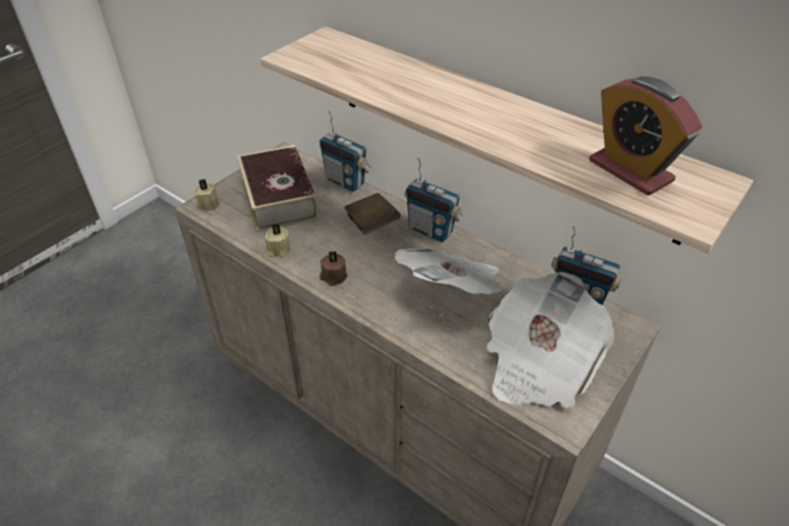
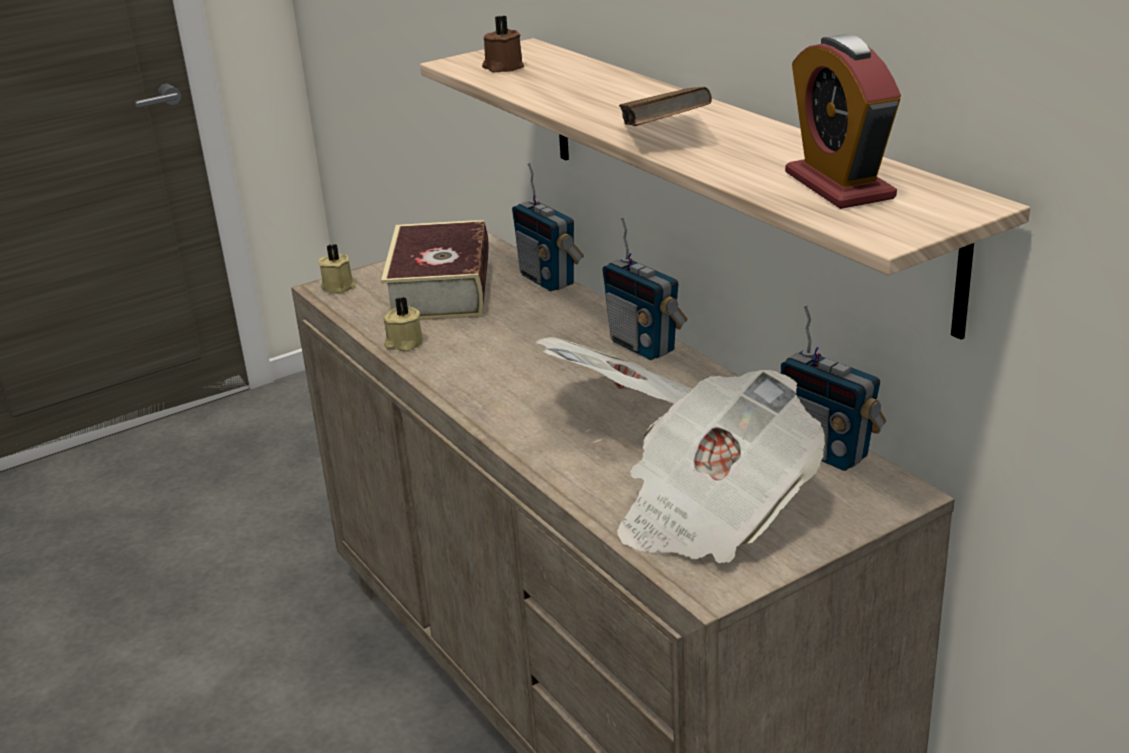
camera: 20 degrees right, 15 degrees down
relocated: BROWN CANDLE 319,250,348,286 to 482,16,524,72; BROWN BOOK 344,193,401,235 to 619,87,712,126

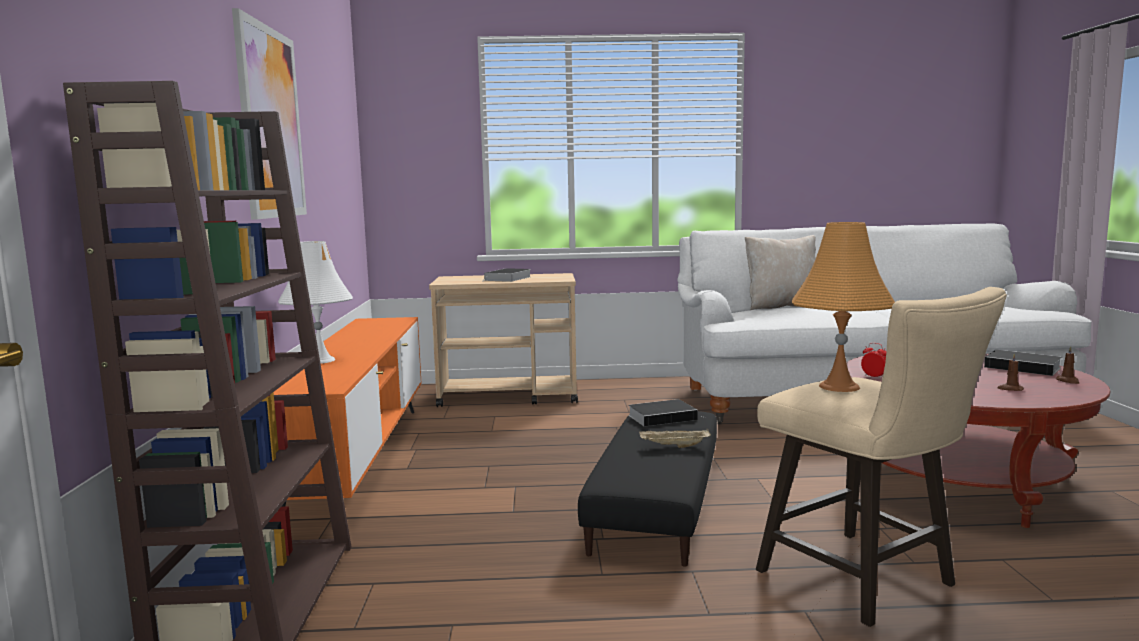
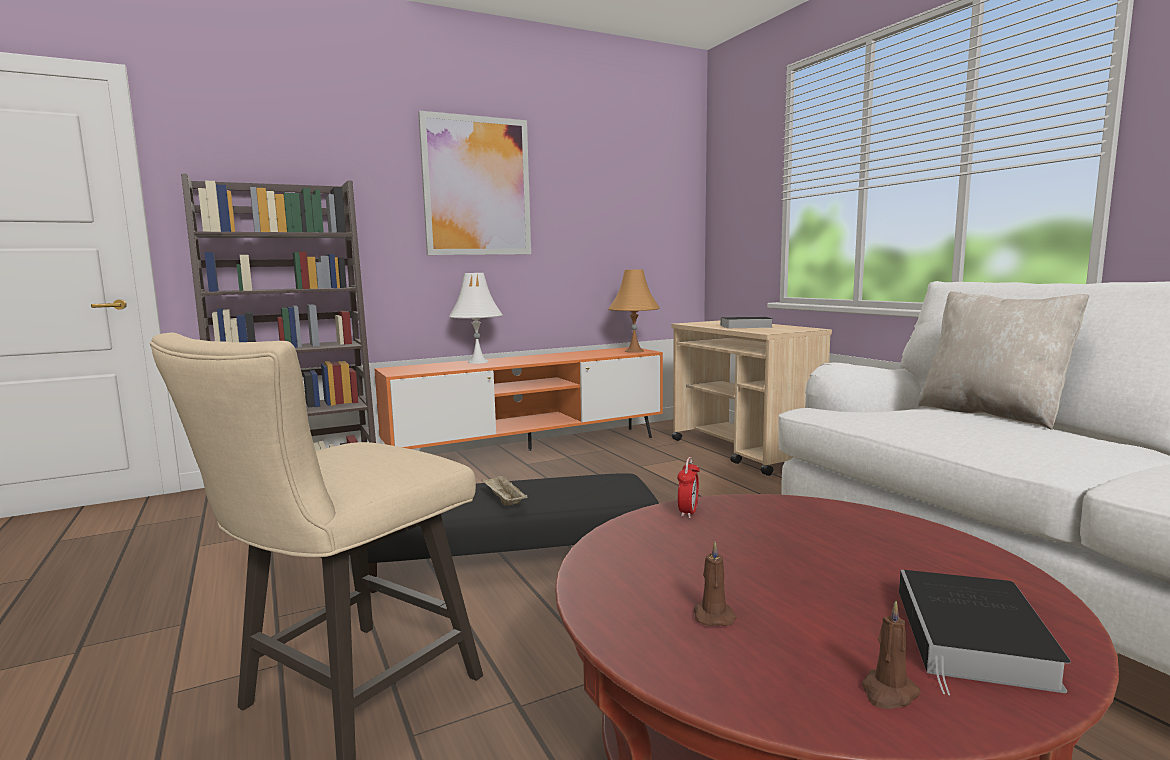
camera: 65 degrees right, 0 degrees up
missing: BOOK 628,399,705,427
relocated: ORANGE TABLE LAMP 792,222,895,392 to 608,269,660,353

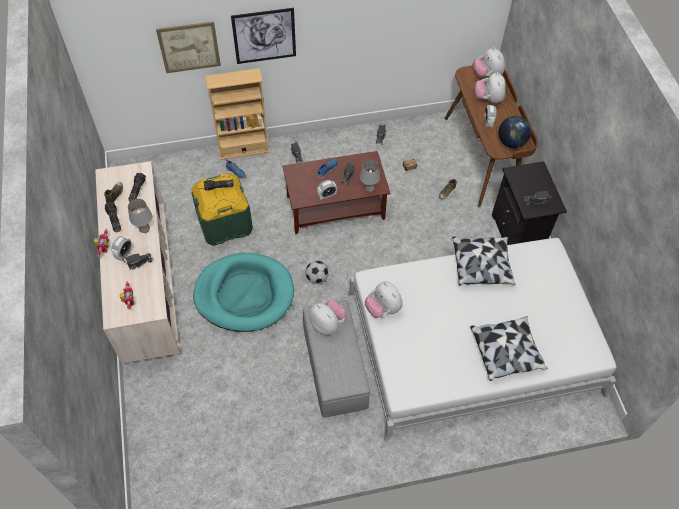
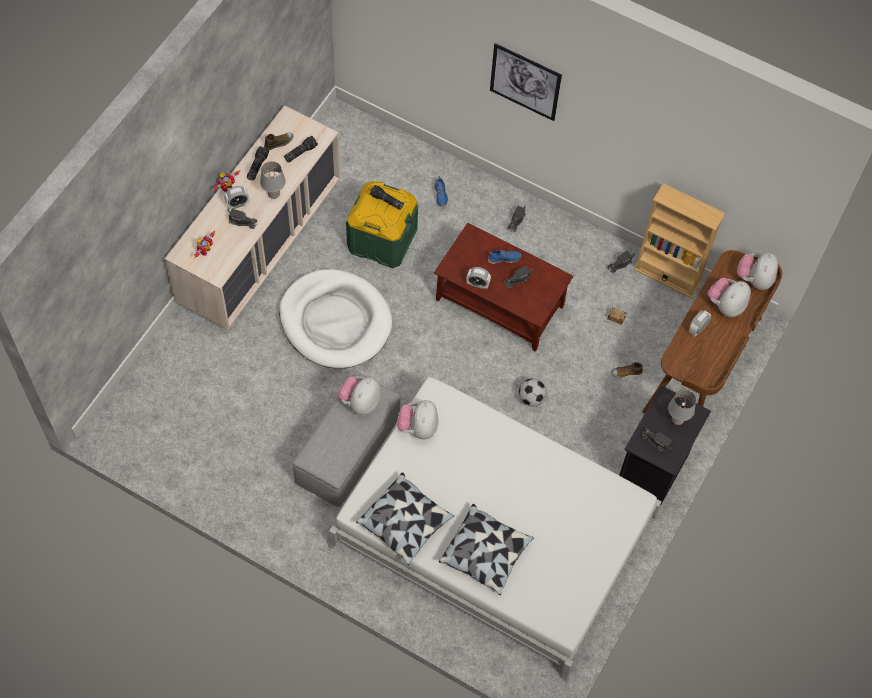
camera: 40 degrees right, 5 degrees up
missing: PICTURE 156,21,221,73; WORLD GLOBE 499,116,531,148
relocated: BEIGE BOOKSHELF 205,68,269,160 to 634,183,725,298; FOOTBALL BALL 306,261,329,284 to 519,378,547,407; GREY TABLE LAMP 360,160,380,192 to 668,390,696,425; PILLOW 452,236,515,286 to 356,472,454,565
colour: TURQUOISE PET BED 193,253,294,332 to WHITE-COLOURED PET BED 279,269,392,369
spun: PLUSH TOY 309,299,347,335 = 338,376,381,415 150 degrees counterclockwise

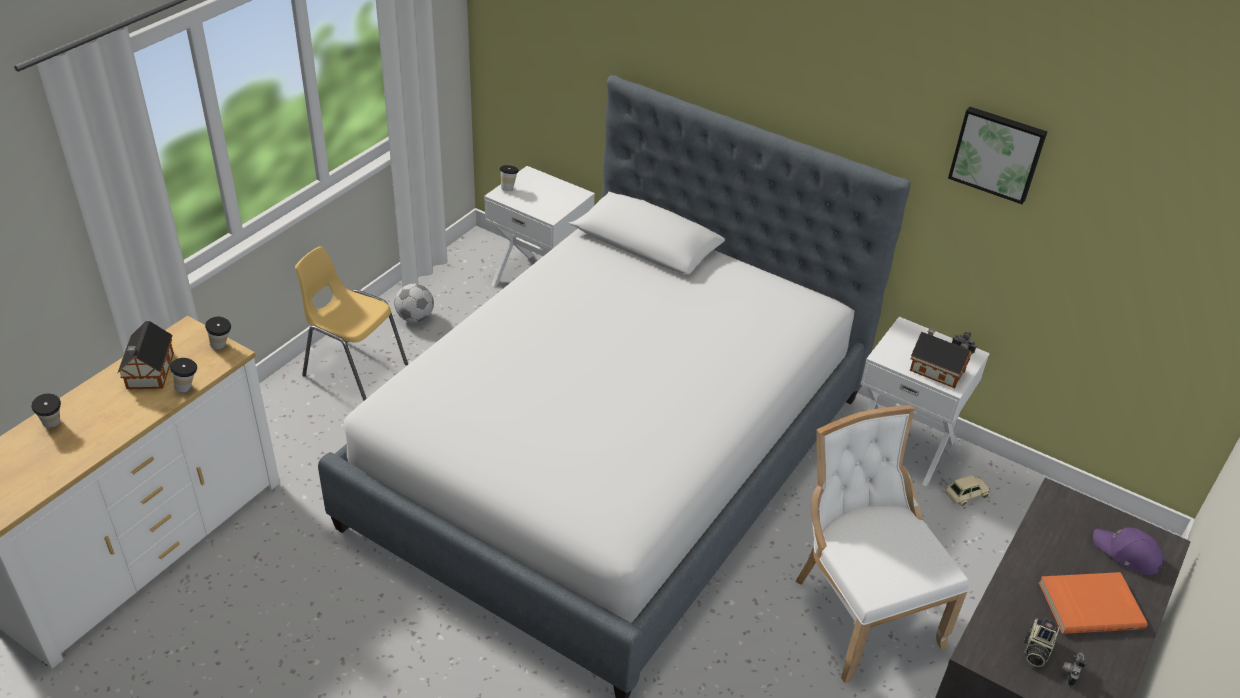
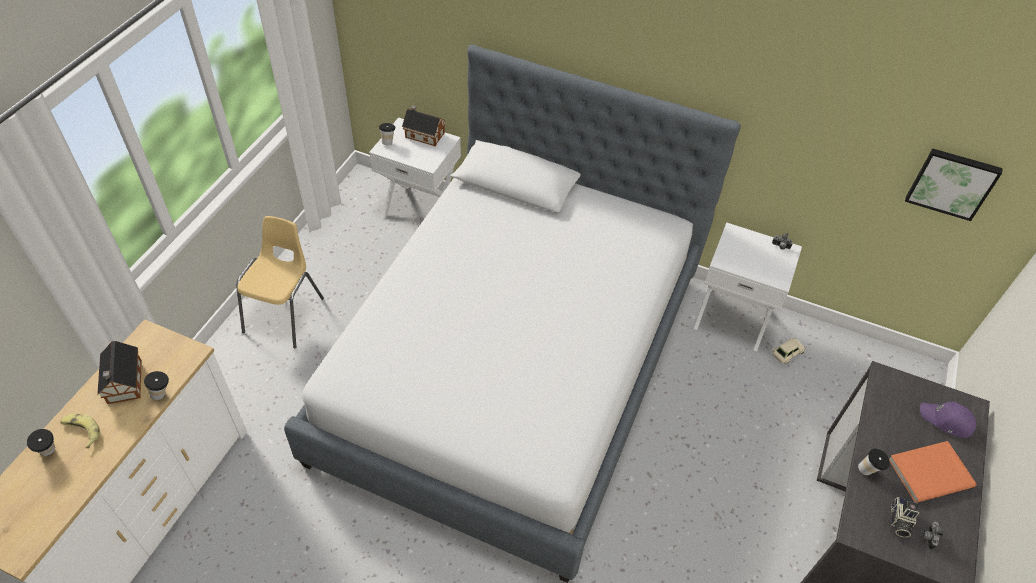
camera: 10 degrees left, 10 degrees up
missing: FOOTBALL BALL 394,284,434,323; WHITE-COLOURED CHAIR 795,405,969,683
appeared: BANANA 60,414,100,448
relocated: CUP 205,317,231,349 to 858,449,890,475; TOY HOUSE 910,328,972,388 to 402,105,446,146; PICTURE 948,107,1047,204 to 905,148,1003,221
spun: YELLOWISH CHAIR 295,246,408,401 = 236,216,324,348 90 degrees clockwise

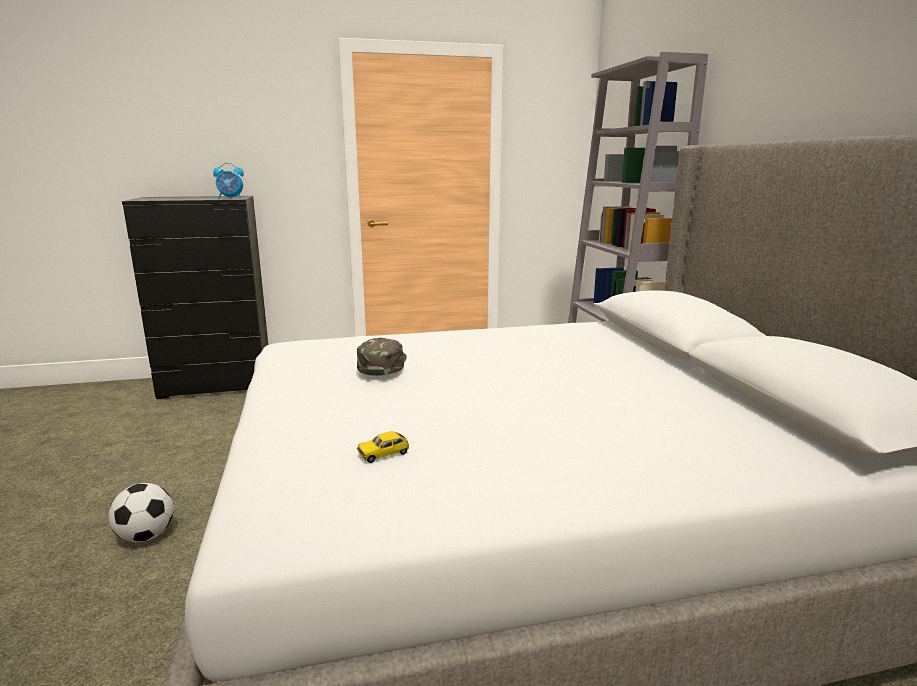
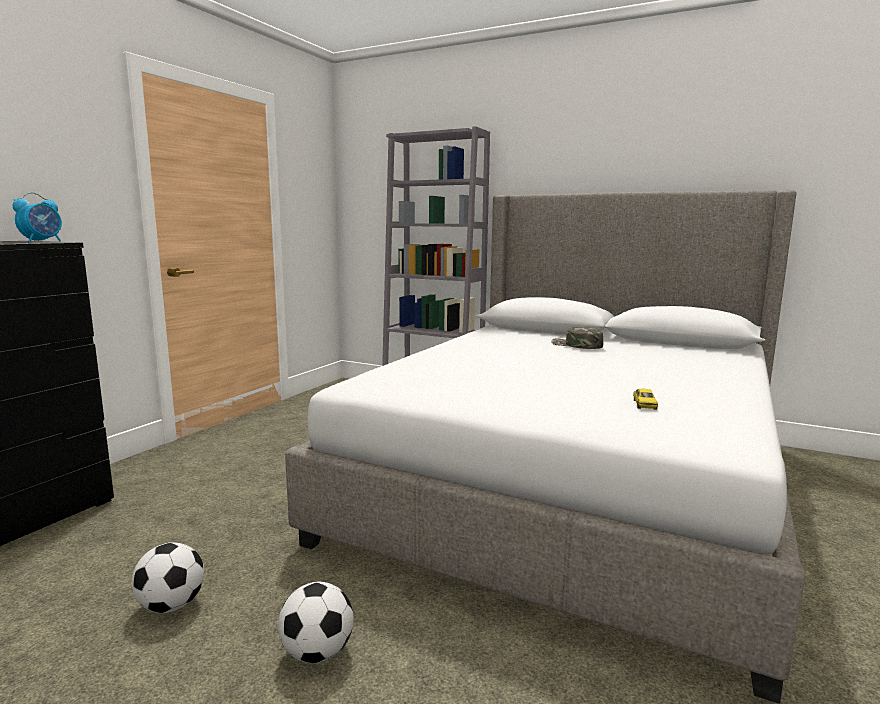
camera: 50 degrees left, 5 degrees down
appeared: FOOTBALL BALL 132,542,204,613
relocated: GREEN-COLOURED BASEBALL CAP 357,338,407,376 to 551,327,603,349

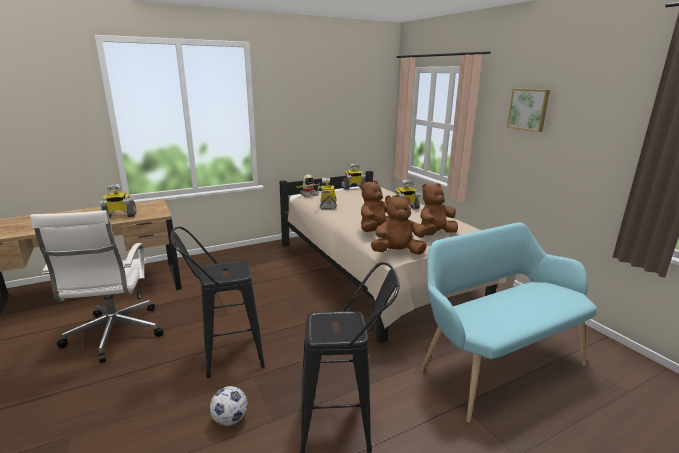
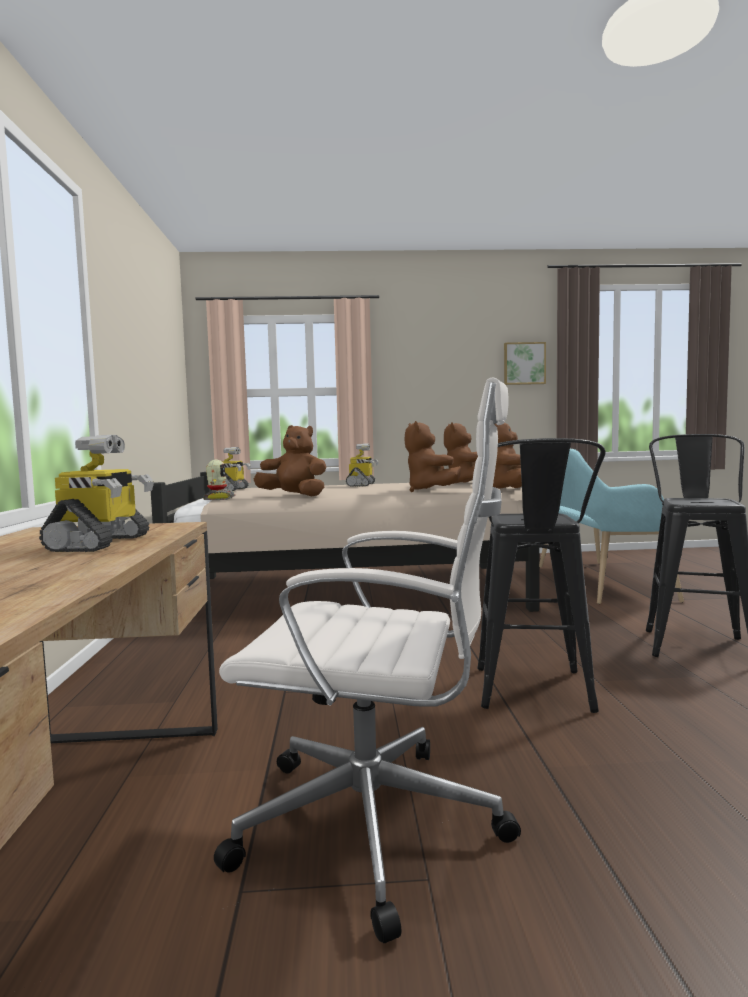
camera: 65 degrees left, 15 degrees down
missing: FOOTBALL BALL 210,386,248,426
relocated: PICTURE 507,89,550,132 to 504,342,546,385
exchanged: TOY ROBOT 317,178,337,210 to BROWN PLUSH TOY 254,425,326,497

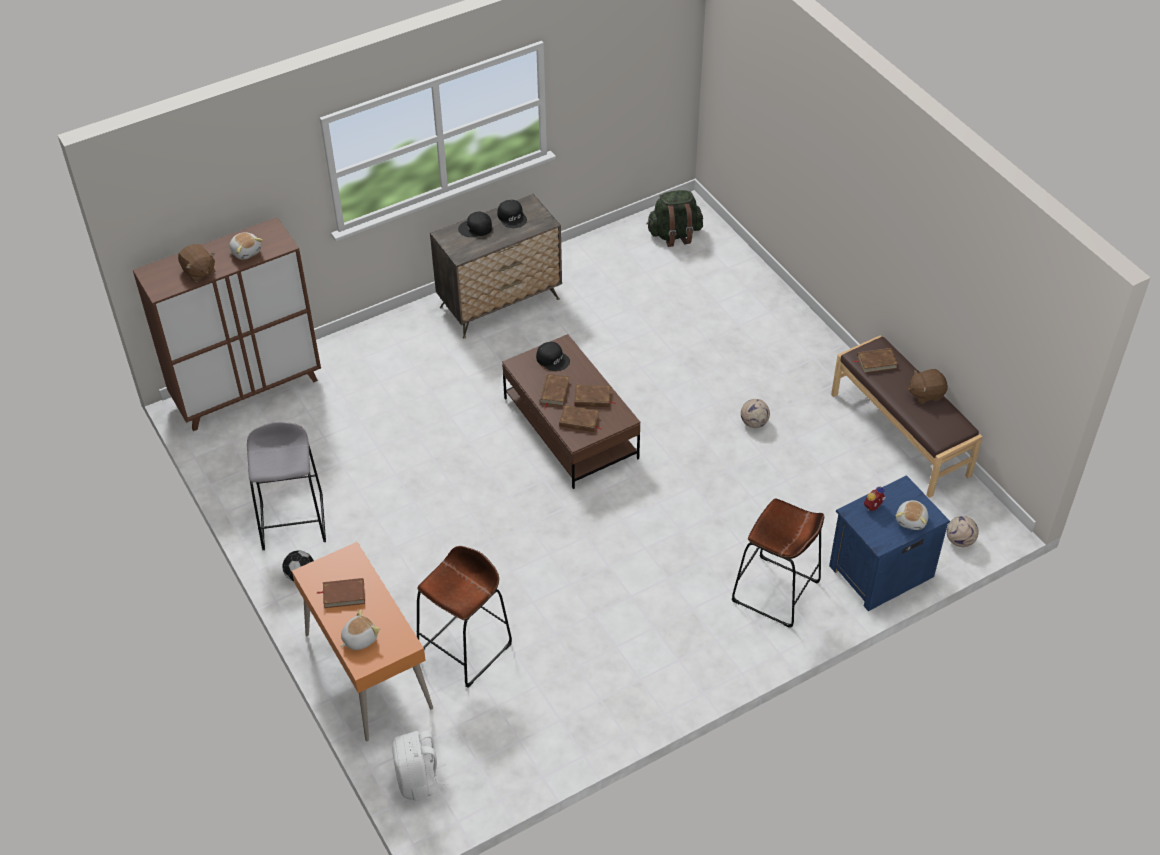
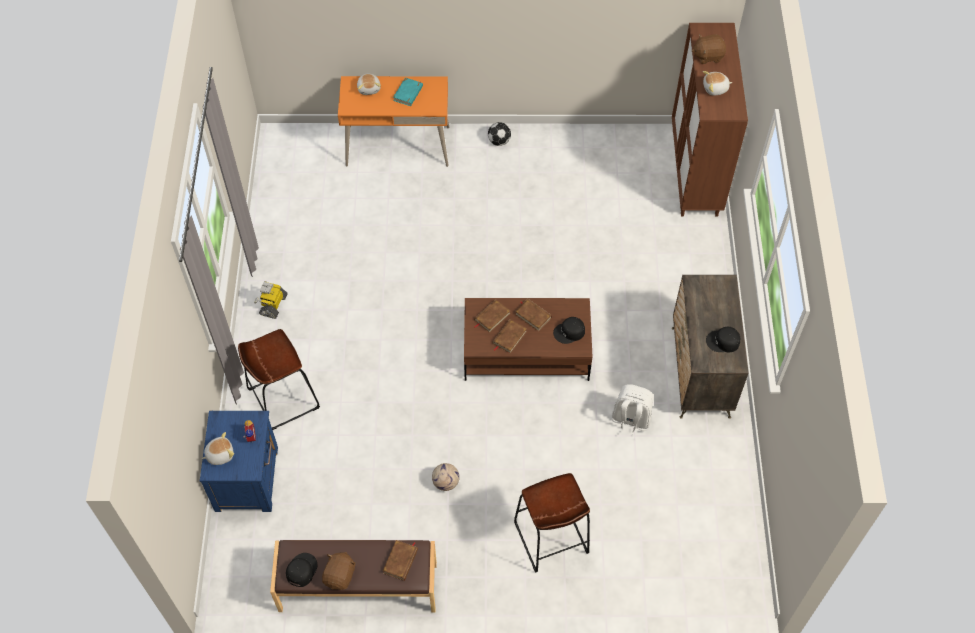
camera: 120 degrees right, 10 degrees up
missing: GREY STOOL 247,422,326,551; GREEN-COLOURED KNAPSACK 647,190,703,247; FOOTBALL BALL 946,516,979,547
appeared: TOY ROBOT 254,281,288,319
relocated: WHITE-COLOURED KNAPSACK 392,731,449,801 to 612,384,654,441; BROWN STOOL 416,546,512,688 to 514,473,590,572; BLACK BASEBALL CAP 458,211,492,237 to 286,553,317,587
colour: BROWN BOOK 317,578,365,608 to TURQUOISE BOOK 393,77,423,106
spun: PLUSH TOY 896,500,928,530 = 202,432,234,465 105 degrees clockwise

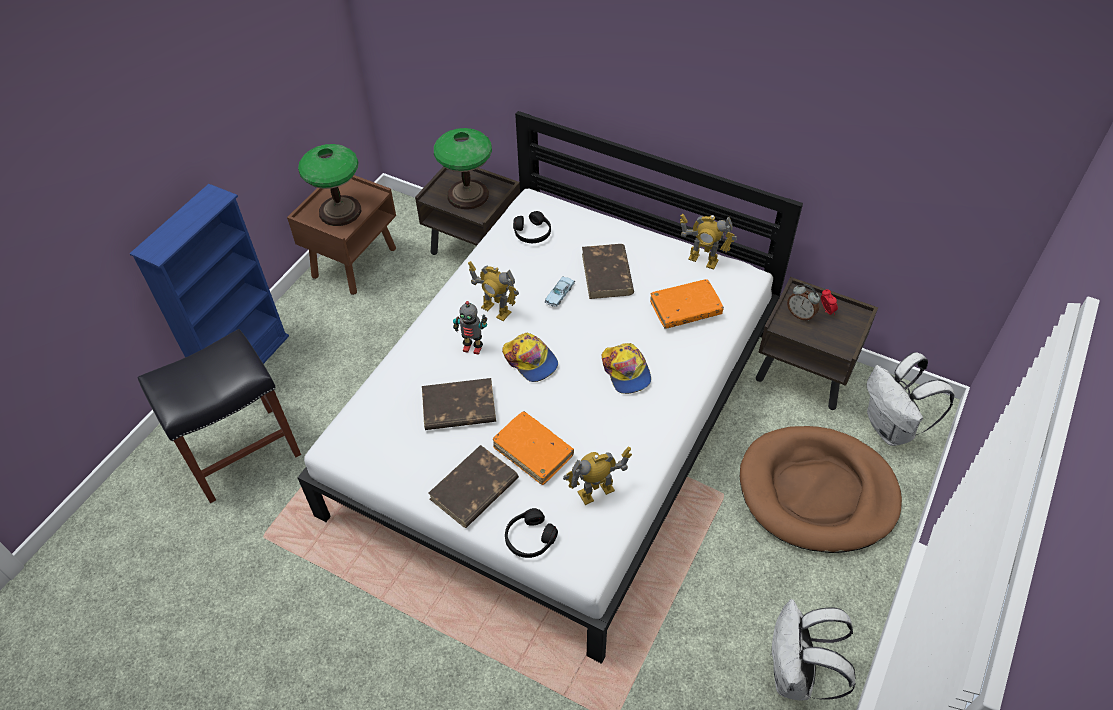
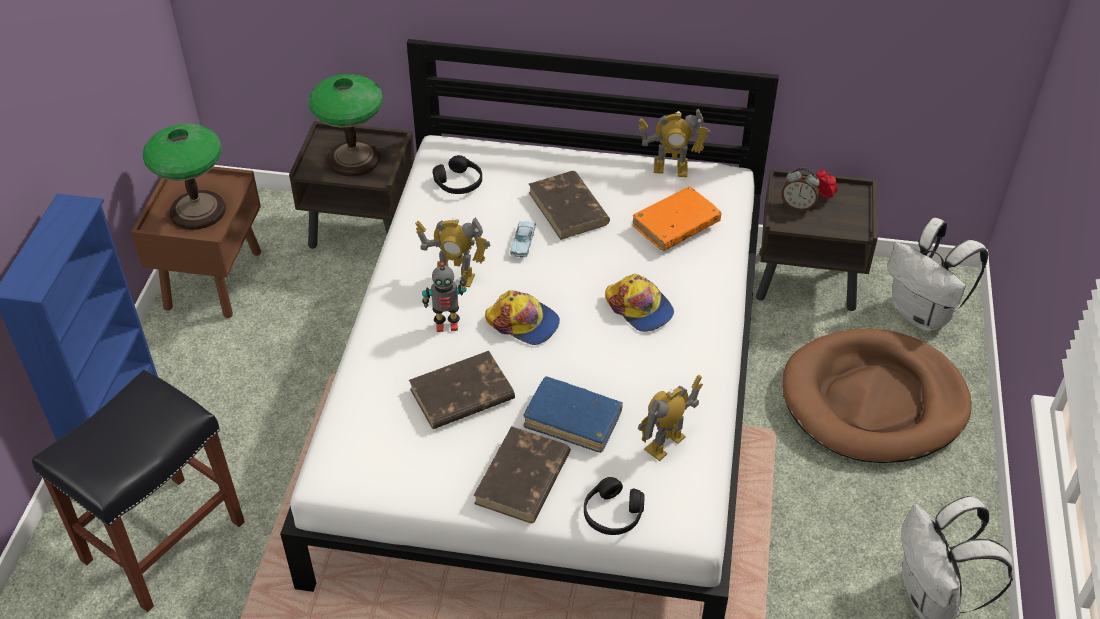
camera: 20 degrees left, 5 degrees down
colour: ORANGE BOOK 493,411,574,485 to BLUE-COLOURED BOOK 523,376,623,453

